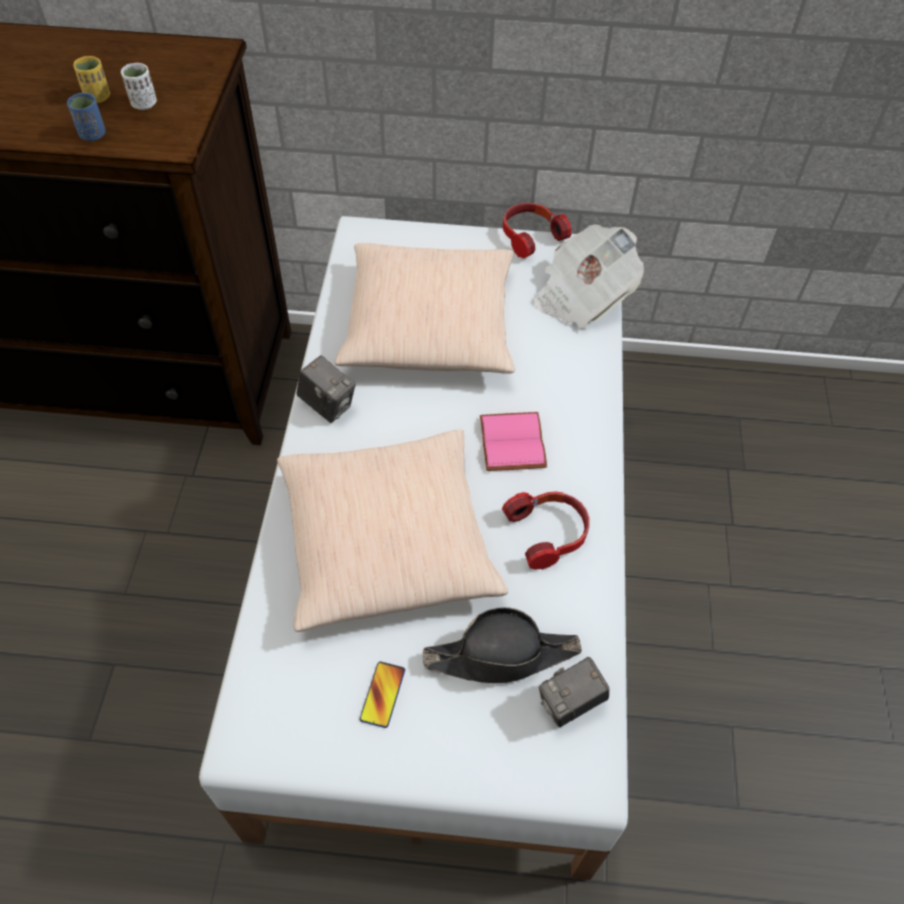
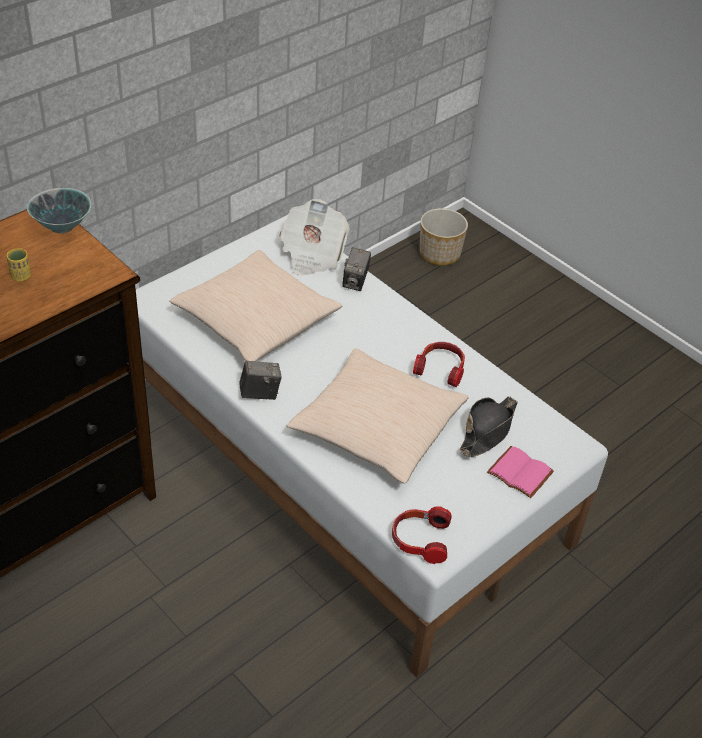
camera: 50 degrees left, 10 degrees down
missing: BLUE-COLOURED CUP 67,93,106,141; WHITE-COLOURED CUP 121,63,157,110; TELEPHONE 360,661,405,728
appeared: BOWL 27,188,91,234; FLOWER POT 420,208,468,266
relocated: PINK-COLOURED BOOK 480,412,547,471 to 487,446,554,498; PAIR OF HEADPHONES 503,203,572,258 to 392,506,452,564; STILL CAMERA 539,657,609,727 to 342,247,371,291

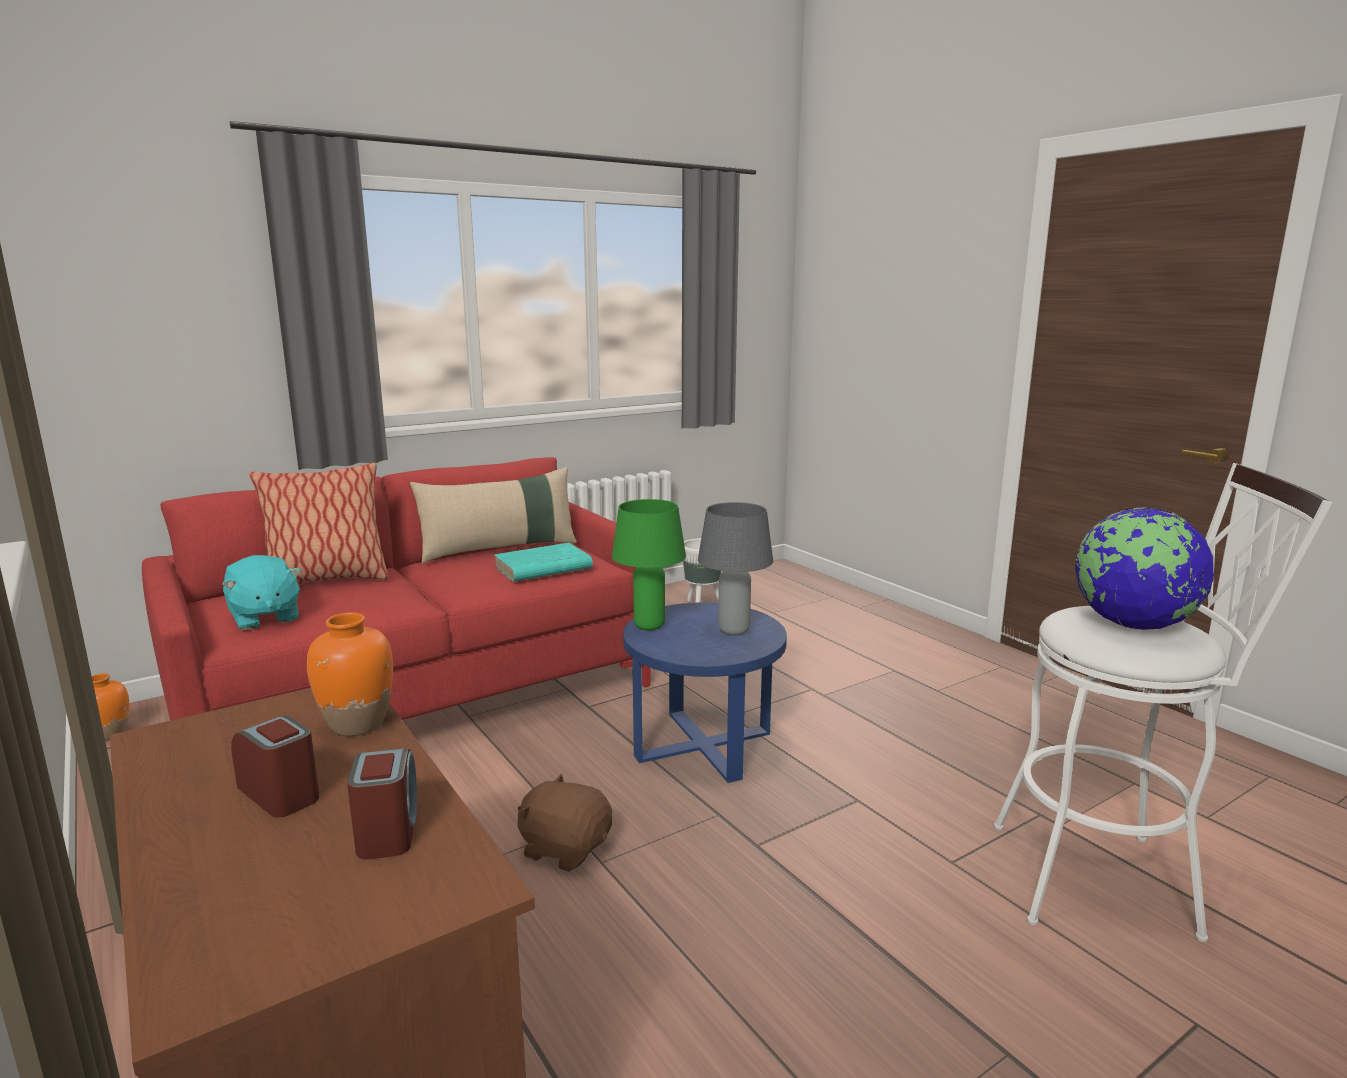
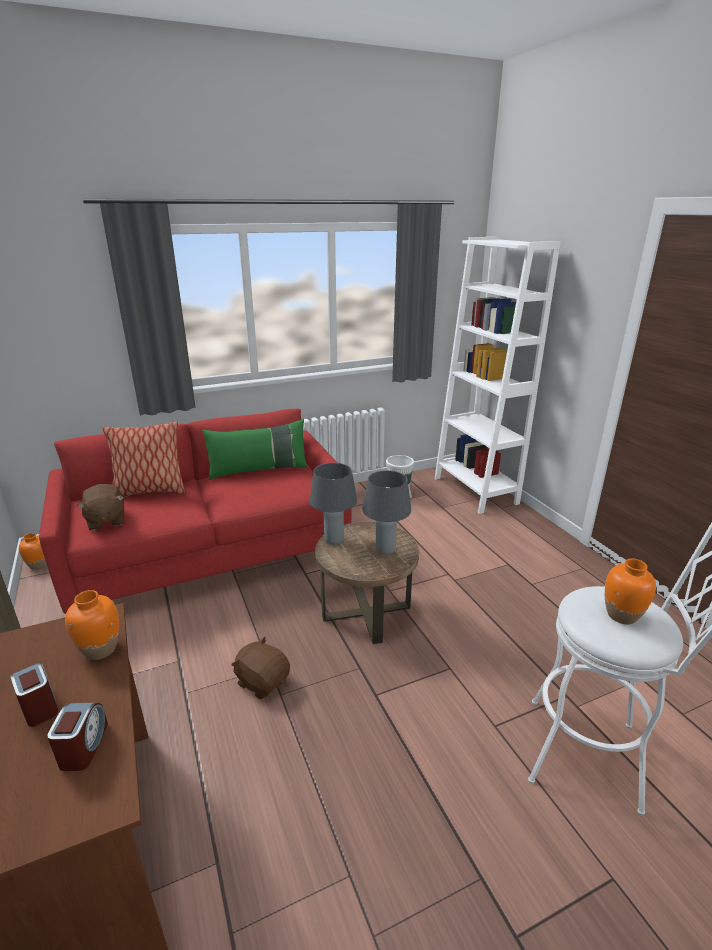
camera: 10 degrees right, 10 degrees up
missing: TURQUOISE BOOK 494,543,593,582
appeared: WHITE-COLOURED BOOKSHELF 435,237,561,514
exchanged: WORLD GLOBE 1075,507,1214,630 to ORANGE DECORATIVE VASE 605,558,656,625
colour: TURQUOISE PLUSH TOY 222,555,301,630 to BROWN PLUSH TOY 77,484,124,531; BEIGE PILLOW 410,467,577,563 to GREEN-COLOURED PILLOW 202,419,308,480; GREEN-COLOURED TABLE LAMP 612,499,686,630 to GREY TABLE LAMP 310,463,357,545; BLUE-COLOURED ACCENT TABLE 623,602,787,783 to BROWN ACCENT TABLE 315,522,419,644

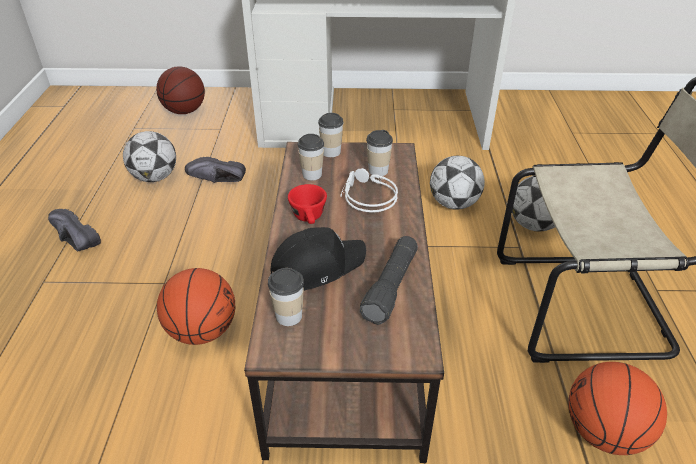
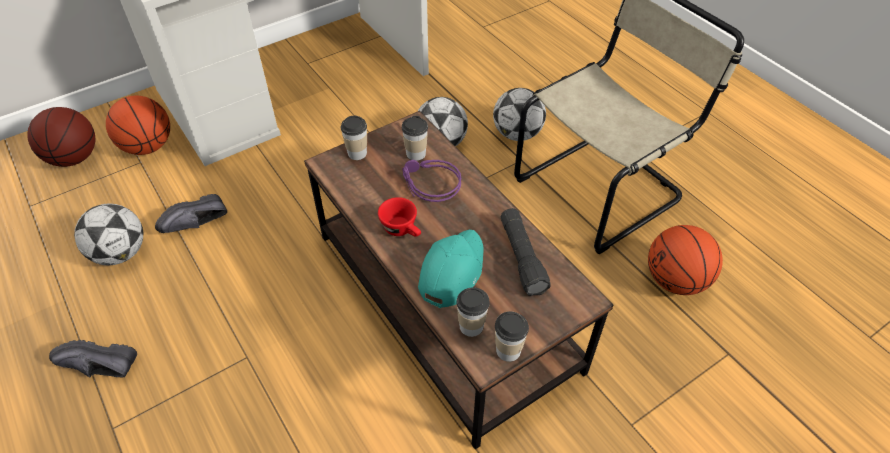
camera: 35 degrees left, 10 degrees up
relocated: BASKETBALL 157,268,235,345 to 106,96,170,155; CUP 297,134,324,181 to 495,312,529,362
colour: BLACK BASEBALL CAP 271,227,366,291 to TURQUOISE BASEBALL CAP 418,230,484,308; WHITE-COLOURED PAIR OF HEADPHONES 340,168,398,212 to PURPLE PAIR OF HEADPHONES 403,160,461,202

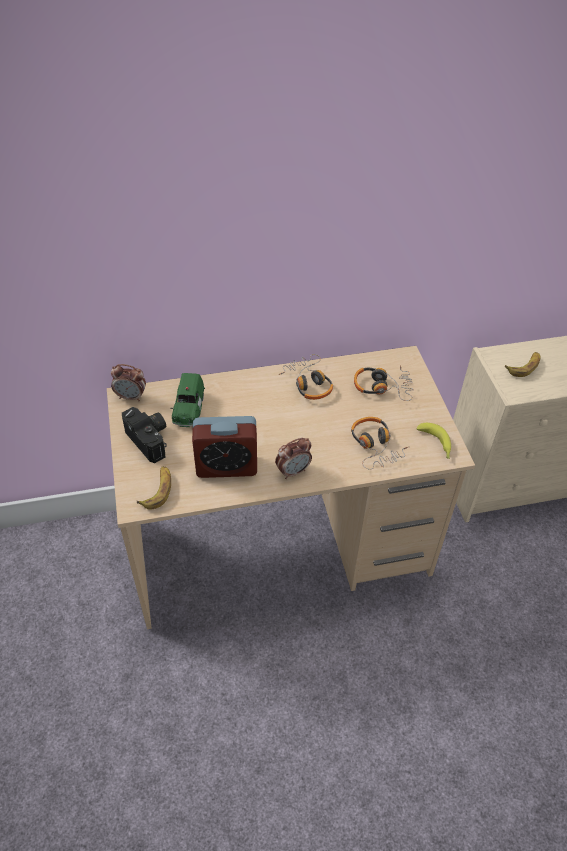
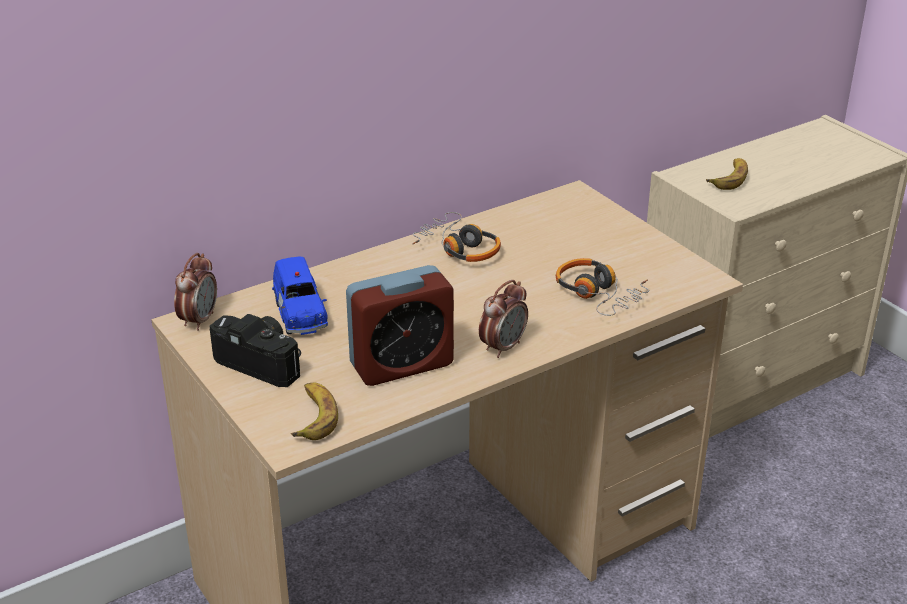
camera: 20 degrees left, 15 degrees down
missing: PAIR OF HEADPHONES 354,365,414,401; BANANA 417,423,451,459
colour: GREEN-COLOURED MODEL CAR 170,373,205,427 to BLUE-COLOURED MODEL CAR 272,257,328,335
spun: ALARM CLOCK 111,364,146,401 = 174,253,217,331 60 degrees counterclockwise

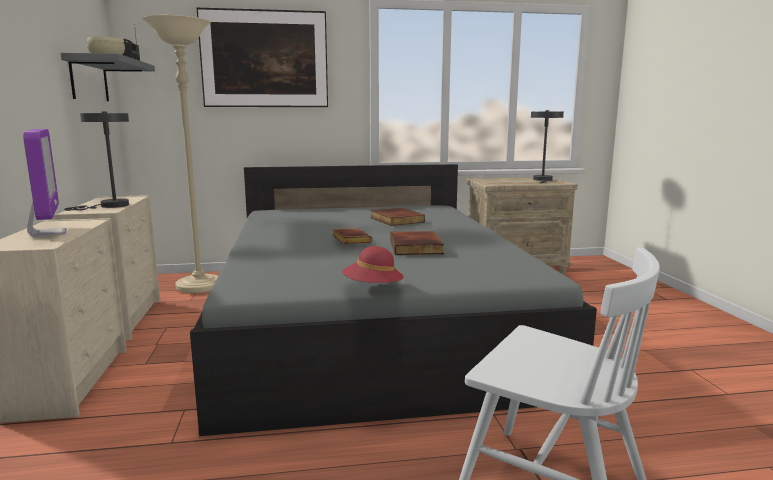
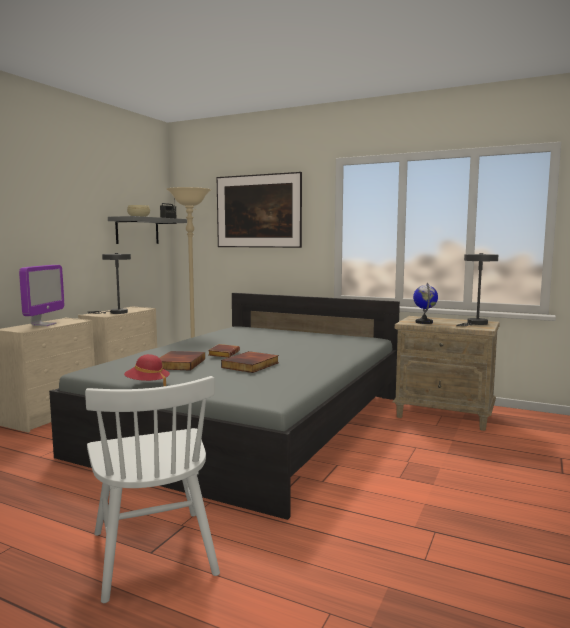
camera: 35 degrees right, 5 degrees down
appeared: WORLD GLOBE 413,283,438,324
relocated: BOOK 370,208,425,226 to 160,351,205,371

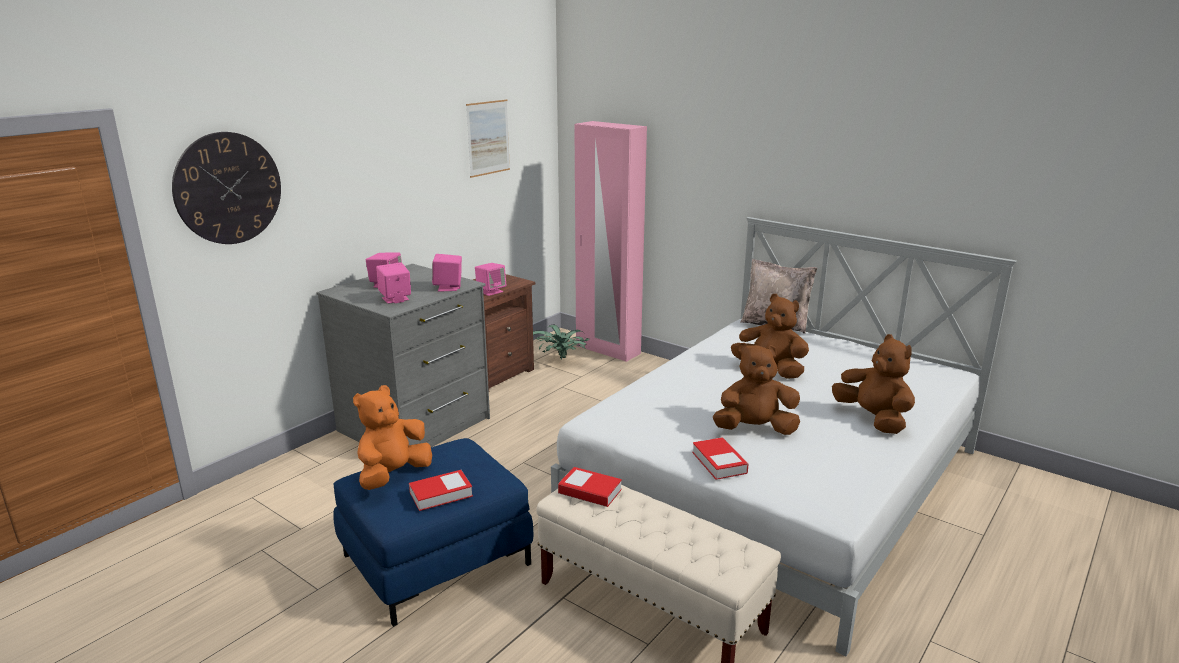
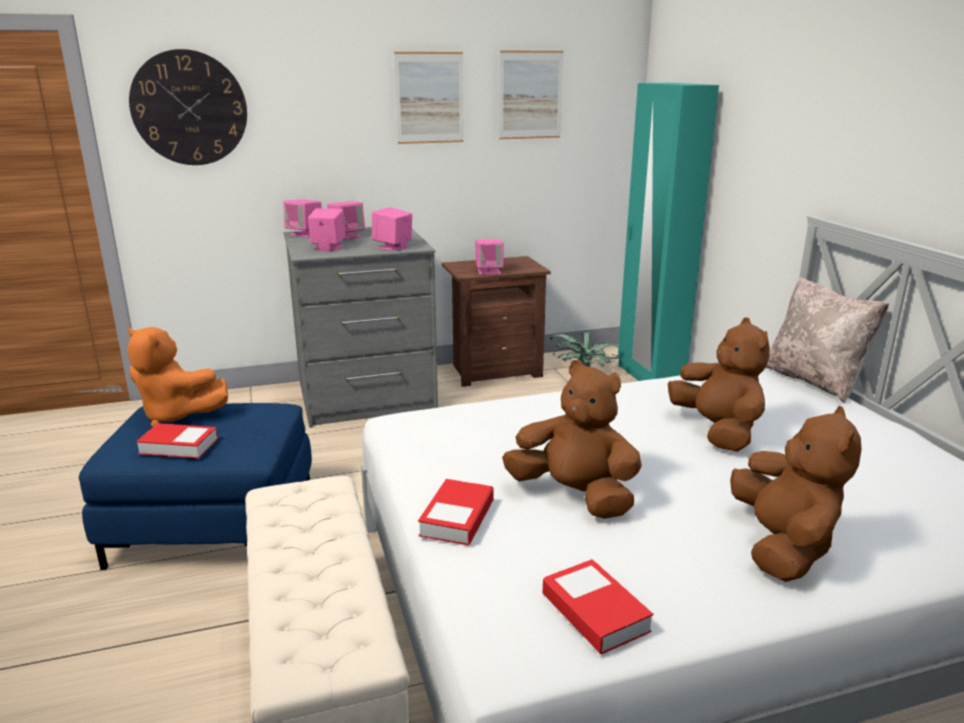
camera: 35 degrees right, 0 degrees up
appeared: PINK-COLOURED LOUDSPEAKER 283,199,321,237; PICTURE 394,52,464,144
relocated: BOOK 558,467,622,507 to 542,559,653,654
colour: PINK-COLOURED WARDROBE 574,121,647,362 to TURQUOISE WARDROBE 618,83,719,381
spun: ORANGE PLUSH TOY 353,385,432,490 = 127,327,228,427 135 degrees counterclockwise

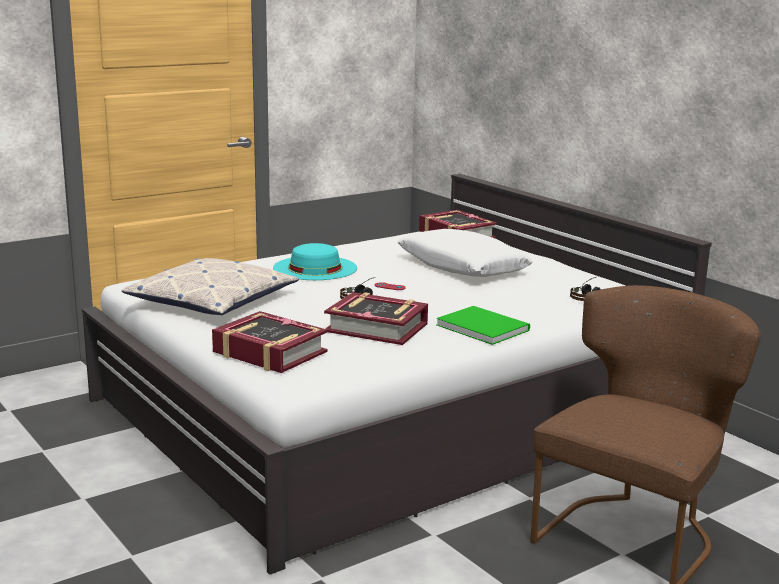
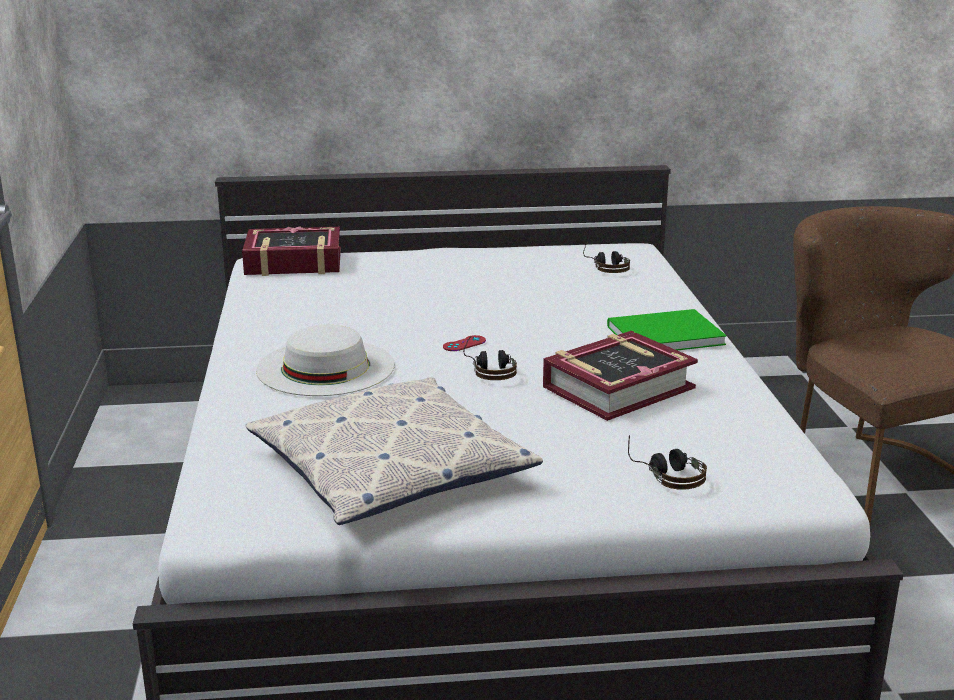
camera: 60 degrees left, 5 degrees up
missing: WHITE-COLOURED PILLOW 398,229,533,277
exchanged: BOOK 212,311,327,373 to PAIR OF HEADPHONES 628,435,707,490
colour: TURQUOISE CLOTHING HAT 273,243,357,280 to WHITE-COLOURED CLOTHING HAT 256,325,395,396

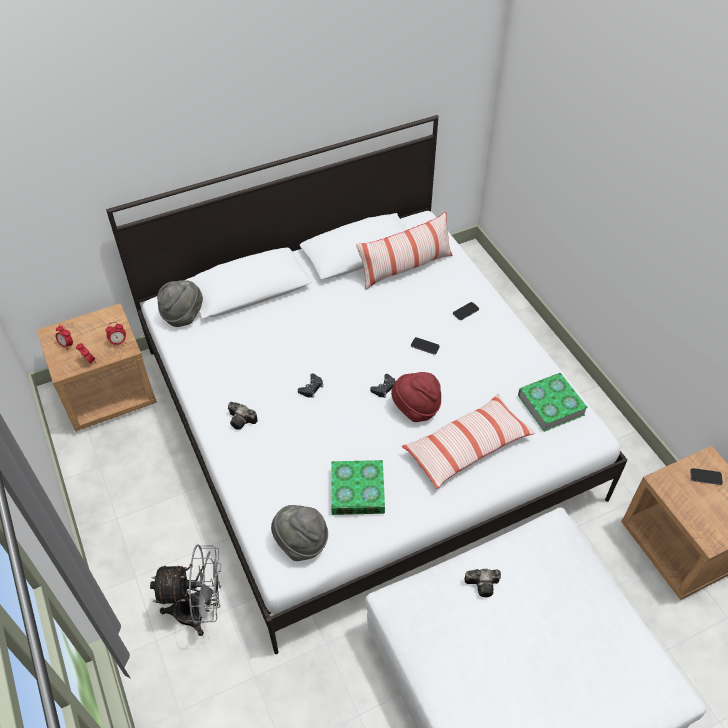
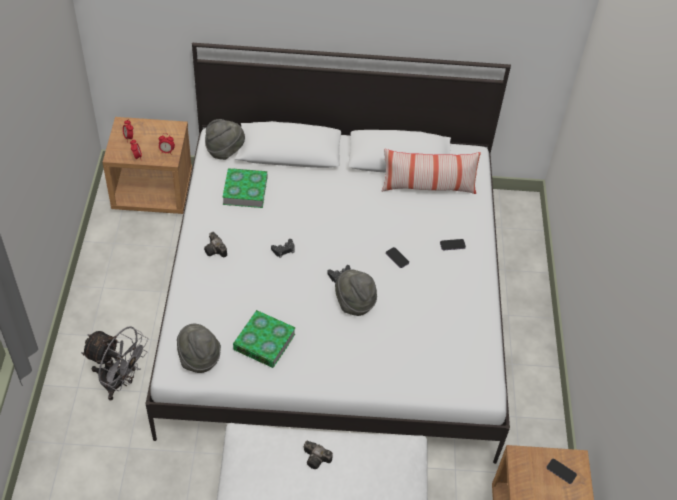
camera: 25 degrees right, 0 degrees up
missing: PILLOW 402,393,535,489
relocated: BOOK 518,373,588,432 to 222,168,267,208
colour: REDDISH CLOTHING HAT 391,372,441,422 to GREY CLOTHING HAT 335,269,377,316

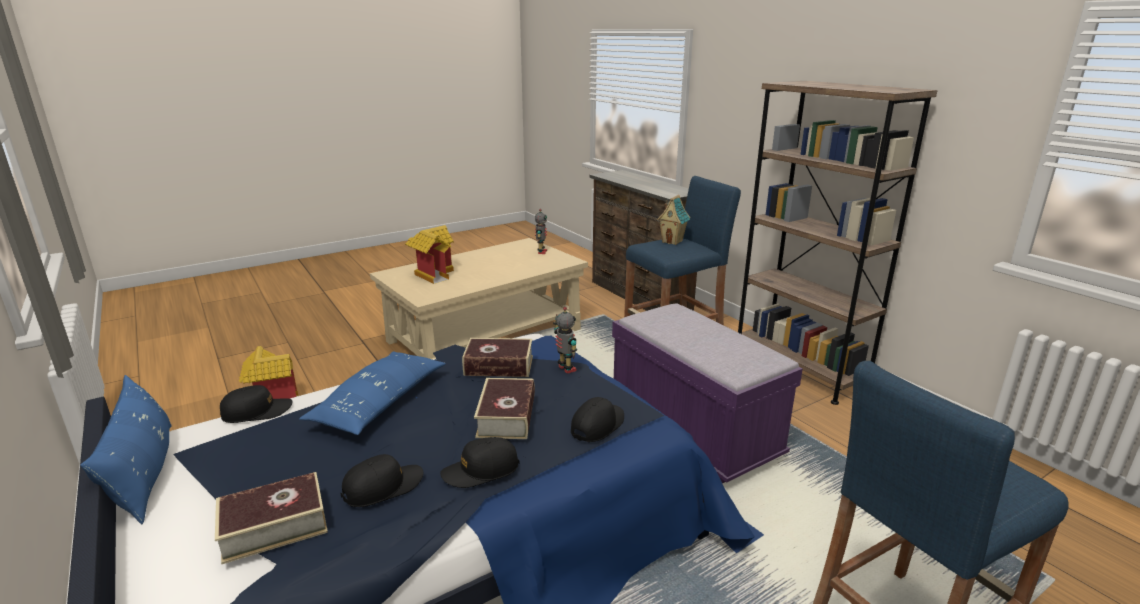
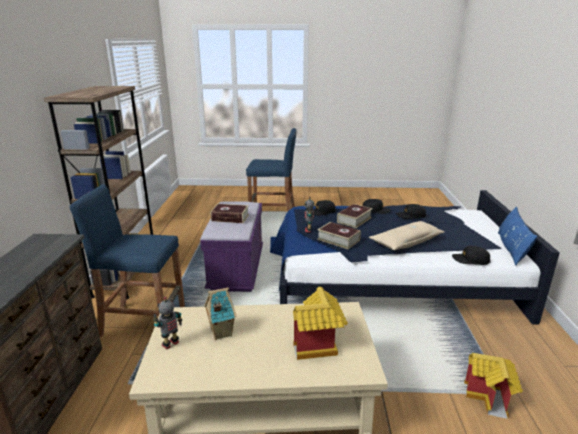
camera: 145 degrees left, 0 degrees up
relocated: BOOK 215,472,328,564 to 211,204,249,223; TOY HOUSE 657,195,690,245 to 204,287,236,340
colour: BLUE-COLOURED PILLOW 299,352,446,435 to BEIGE PILLOW 369,221,445,250

